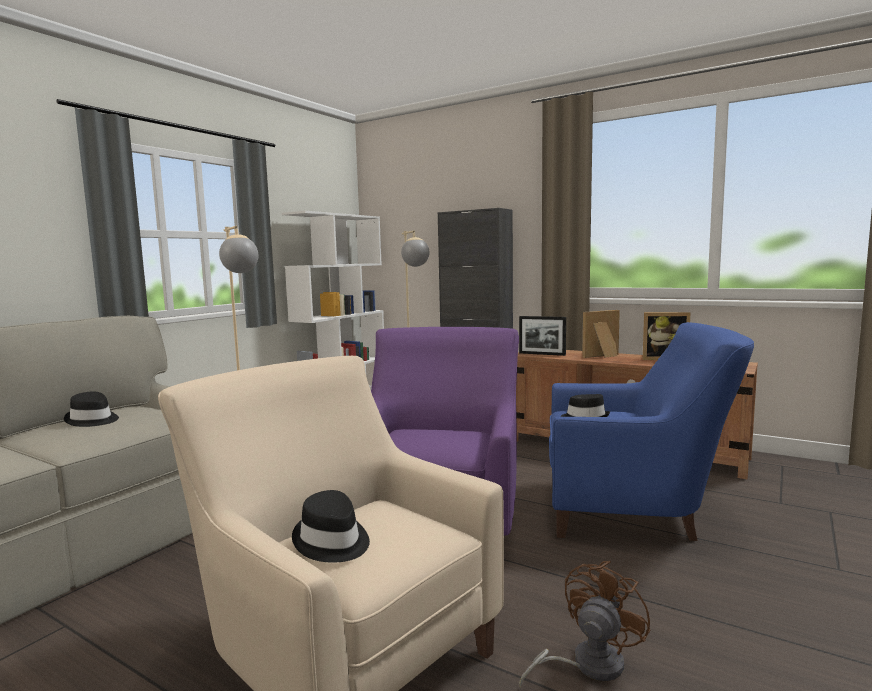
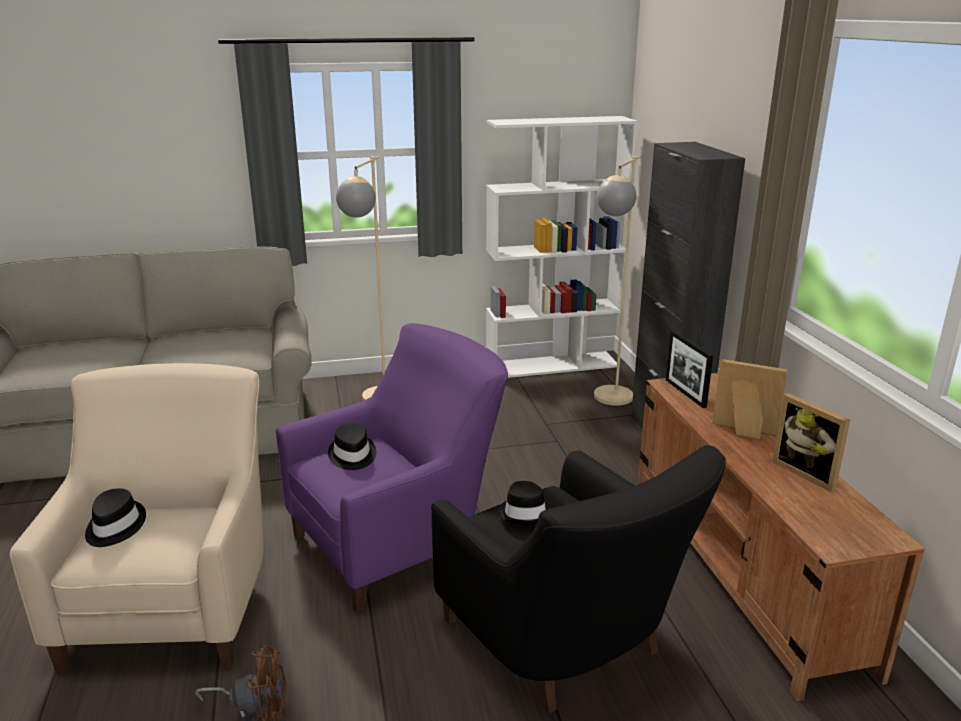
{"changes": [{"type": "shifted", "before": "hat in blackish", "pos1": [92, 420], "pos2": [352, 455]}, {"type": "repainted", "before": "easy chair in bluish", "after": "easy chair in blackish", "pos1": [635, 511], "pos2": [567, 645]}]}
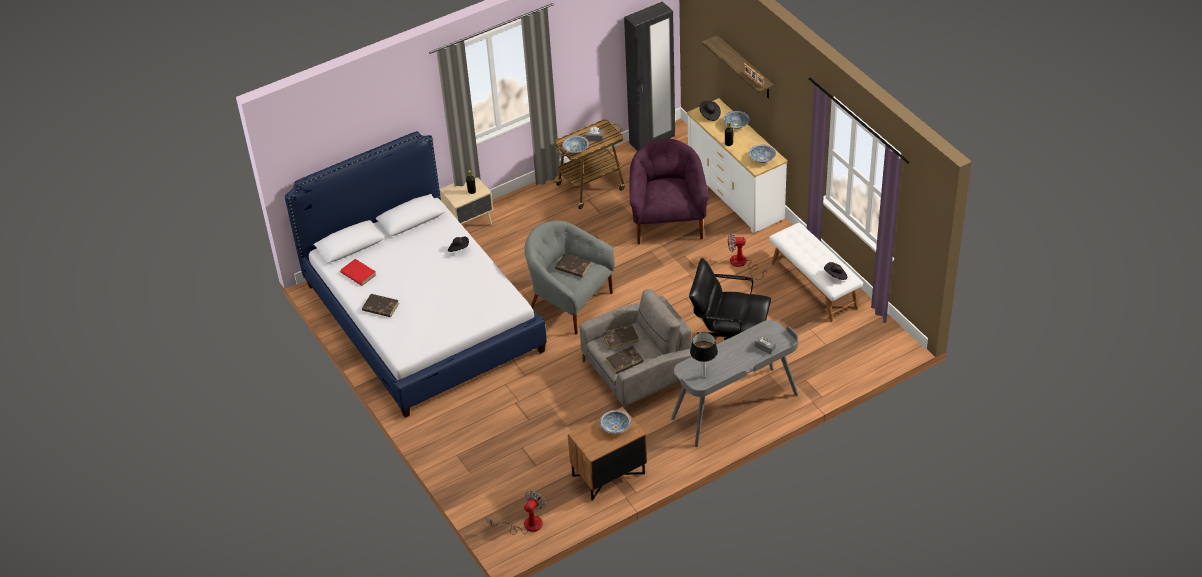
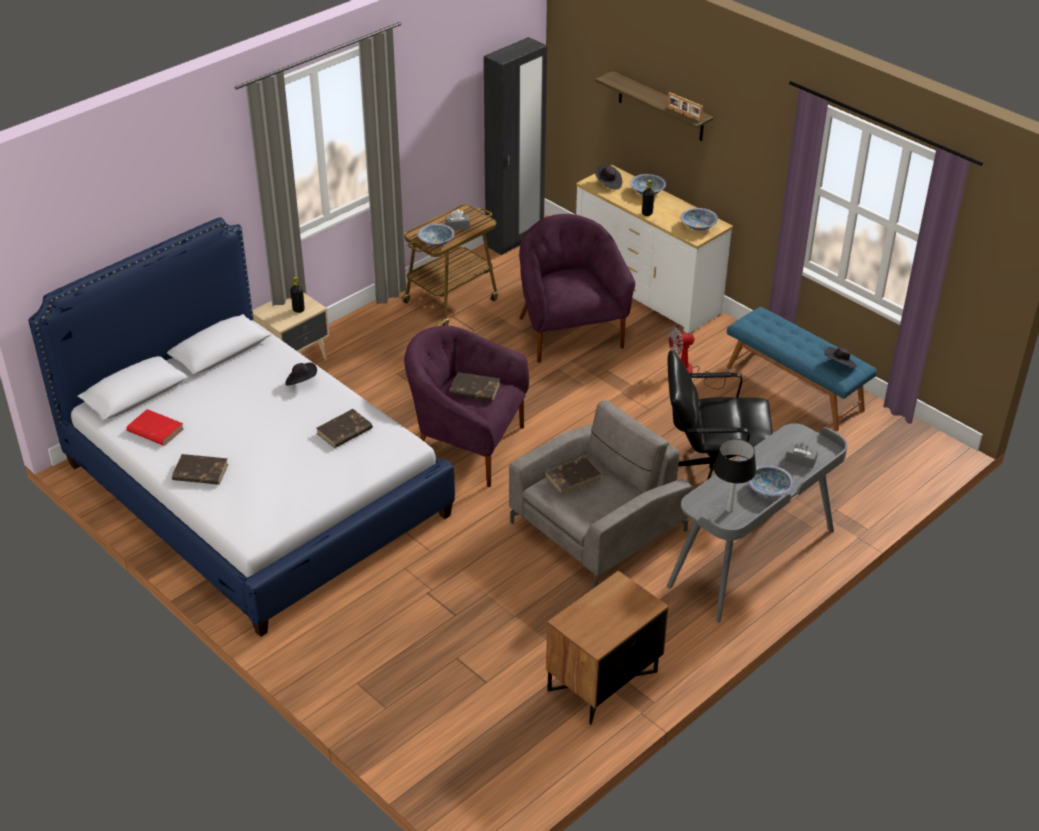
{"changes": [{"type": "gone", "before": "cooling fan", "pos1": [525, 525]}, {"type": "repainted", "before": "easy chair in grey", "after": "easy chair in purple", "pos1": [569, 302], "pos2": [466, 446]}, {"type": "shifted", "before": "bowl", "pos1": [615, 427], "pos2": [769, 489]}, {"type": "shifted", "before": "book in brownish", "pos1": [624, 362], "pos2": [344, 431]}, {"type": "repainted", "before": "bench in whitish", "after": "bench in bluish", "pos1": [814, 285], "pos2": [795, 388]}]}
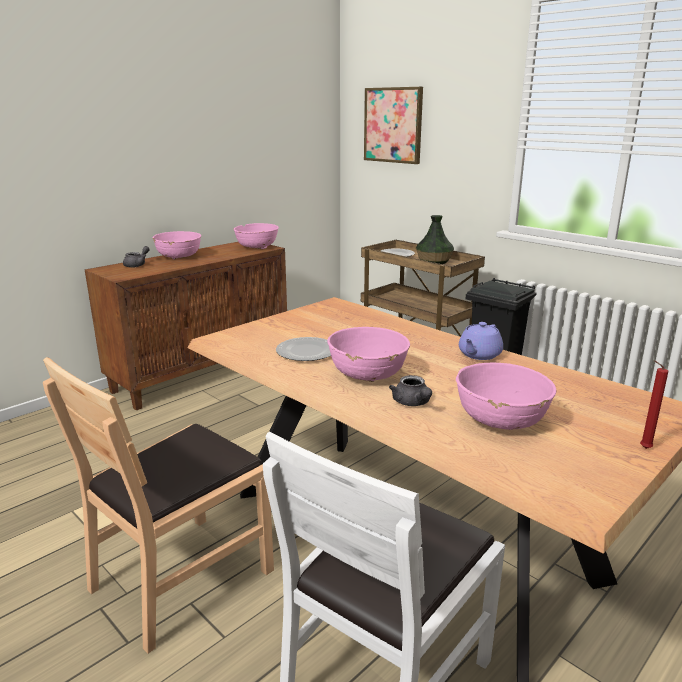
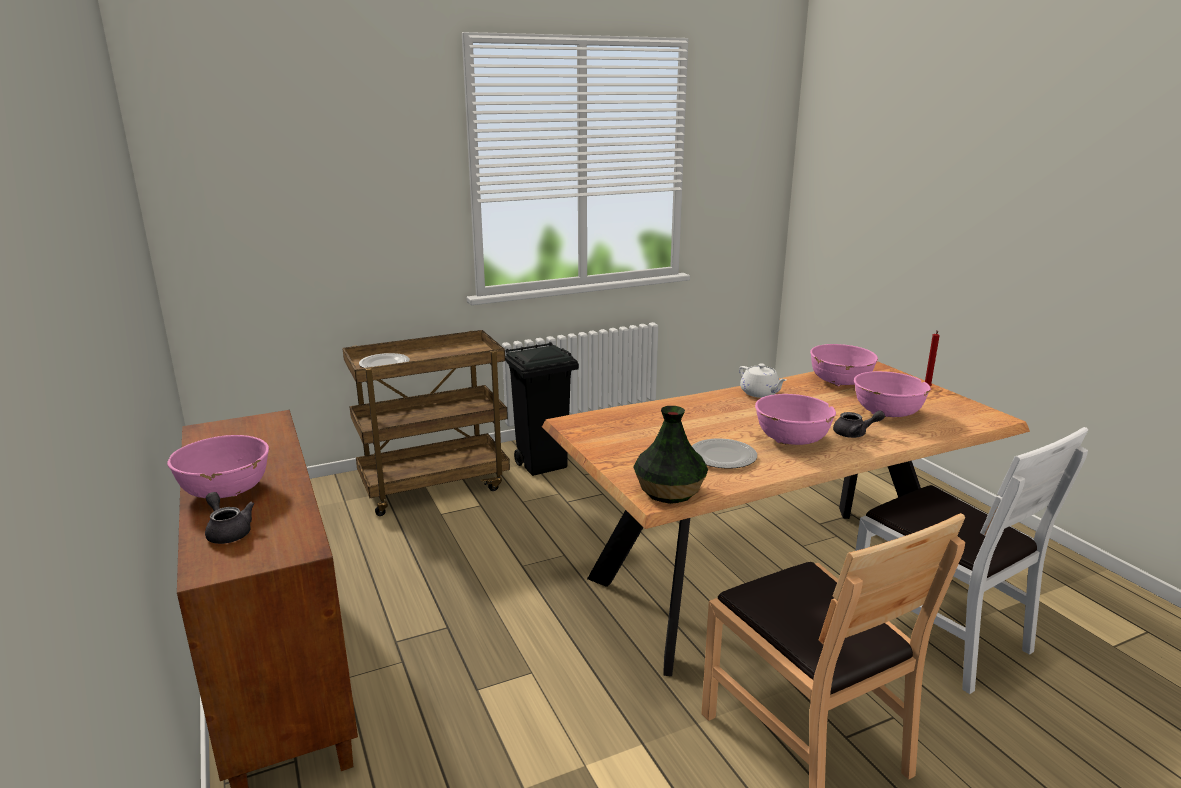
{"changes": [{"type": "shifted", "before": "bowl in pinkish", "pos1": [257, 247], "pos2": [840, 382]}, {"type": "gone", "before": "wall art", "pos1": [393, 125]}, {"type": "shifted", "before": "flower vase", "pos1": [434, 261], "pos2": [669, 491]}, {"type": "repainted", "before": "tea pot in purple", "after": "tea pot in whitish", "pos1": [479, 355], "pos2": [760, 393]}]}
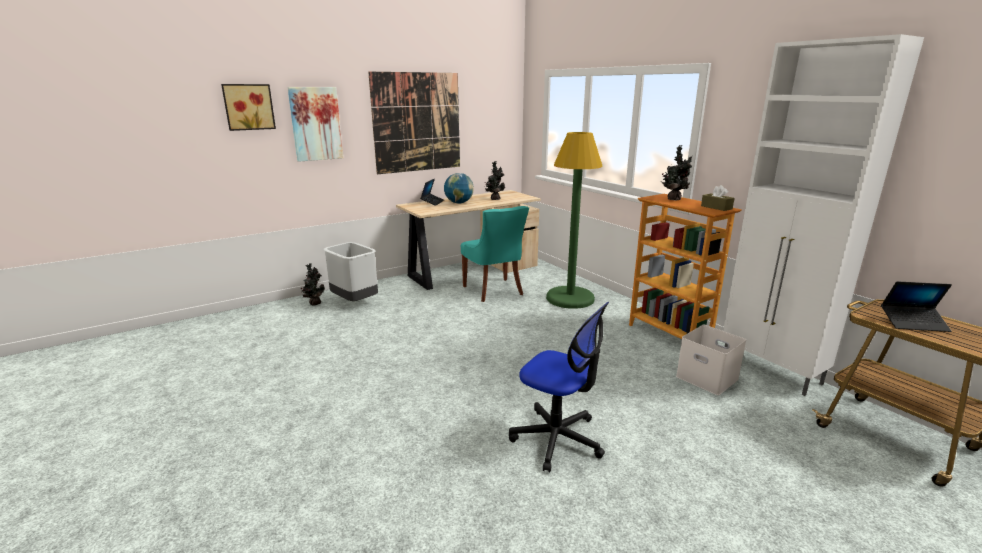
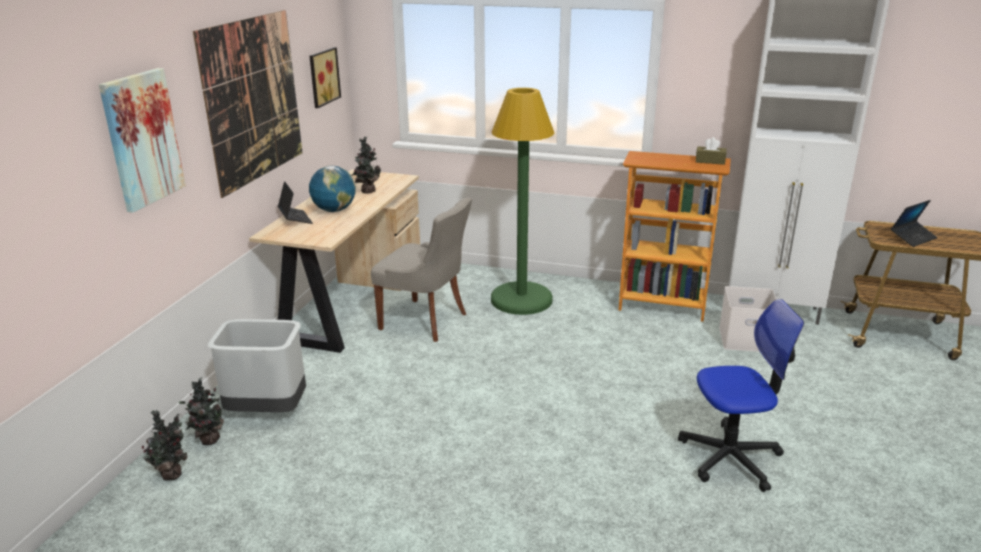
{"changes": [{"type": "shifted", "before": "wall art", "pos1": [248, 107], "pos2": [322, 77]}, {"type": "repainted", "before": "plain chair in blue-green", "after": "plain chair in grey", "pos1": [494, 291], "pos2": [426, 321]}, {"type": "shifted", "before": "plant in a pot", "pos1": [674, 199], "pos2": [172, 474]}]}
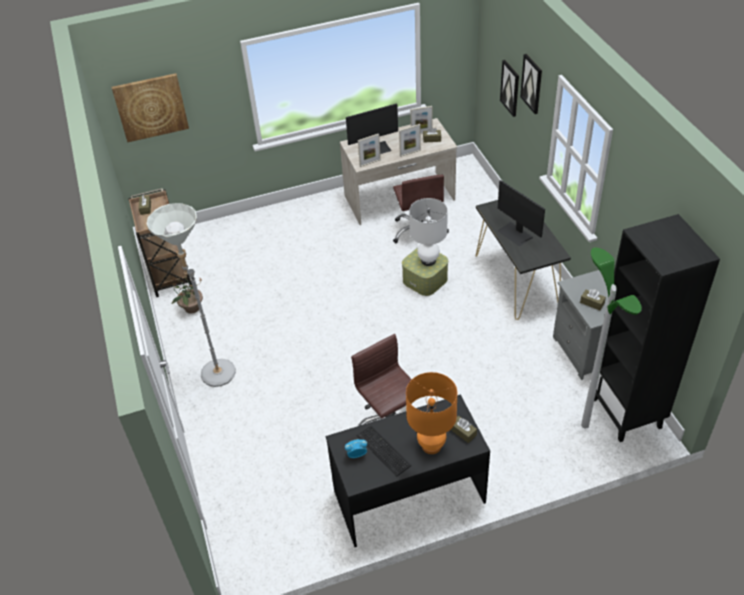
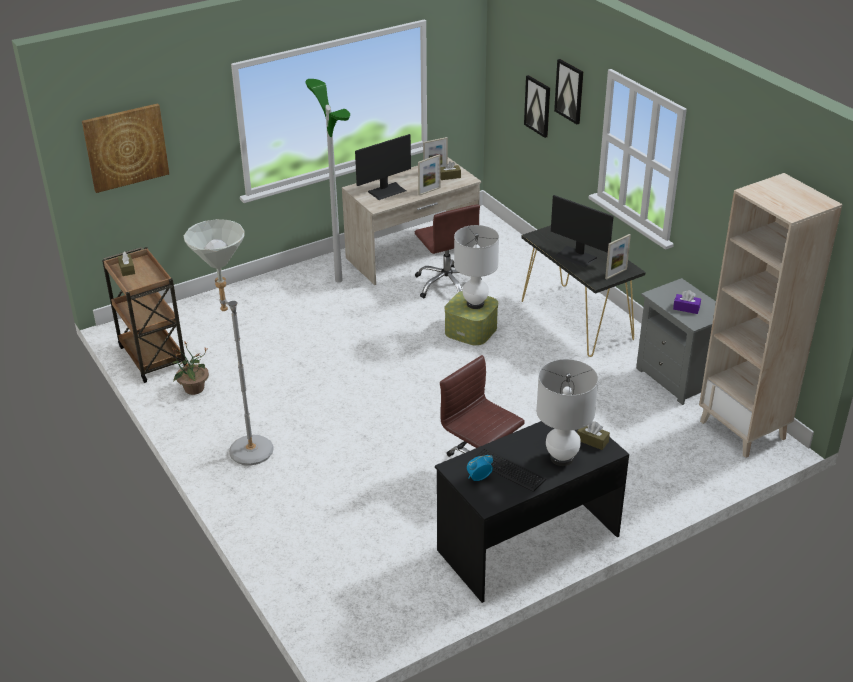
{"changes": [{"type": "shifted", "before": "standing frame", "pos1": [370, 163], "pos2": [616, 274]}, {"type": "repainted", "before": "tabletop lamp in orangey", "after": "tabletop lamp in whitish", "pos1": [431, 446], "pos2": [561, 458]}, {"type": "repainted", "before": "box of tissues in brownish", "after": "box of tissues in purple", "pos1": [592, 303], "pos2": [686, 308]}, {"type": "shifted", "before": "standard lamp", "pos1": [584, 425], "pos2": [338, 280]}, {"type": "repainted", "before": "bookcase in blackish", "after": "bookcase in sand-coloured", "pos1": [627, 413], "pos2": [743, 430]}]}
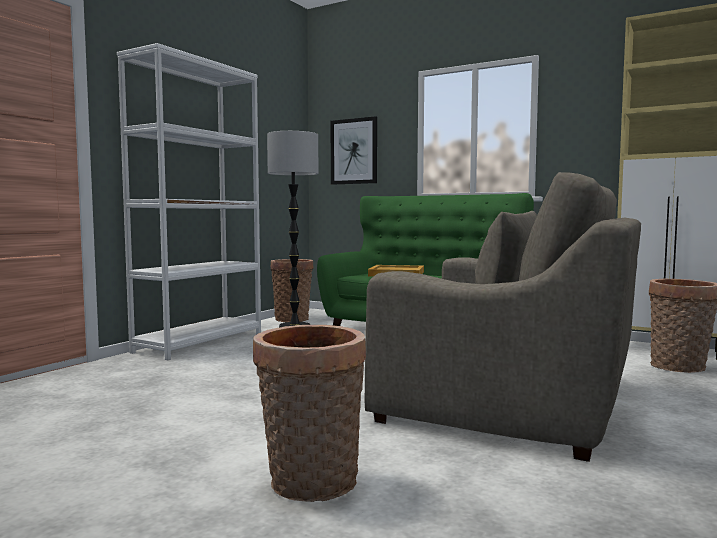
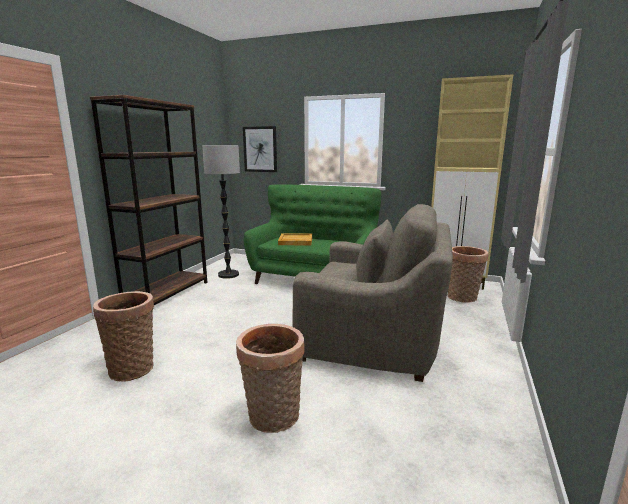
{"changes": [{"type": "repainted", "before": "bookcase in whitish", "after": "bookcase in brownish", "pos1": [200, 343], "pos2": [167, 294]}, {"type": "shifted", "before": "storage basket", "pos1": [292, 319], "pos2": [133, 367]}]}
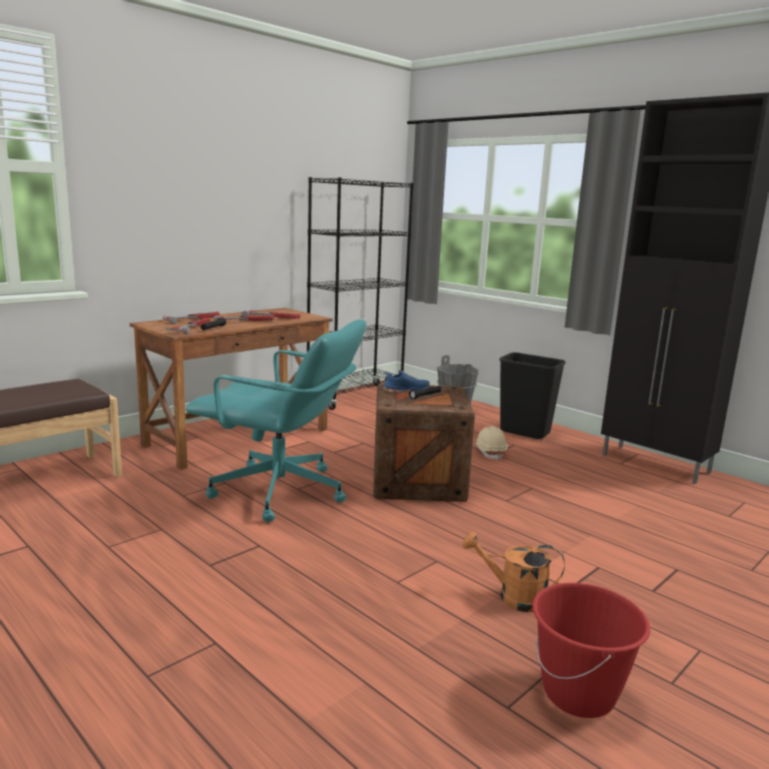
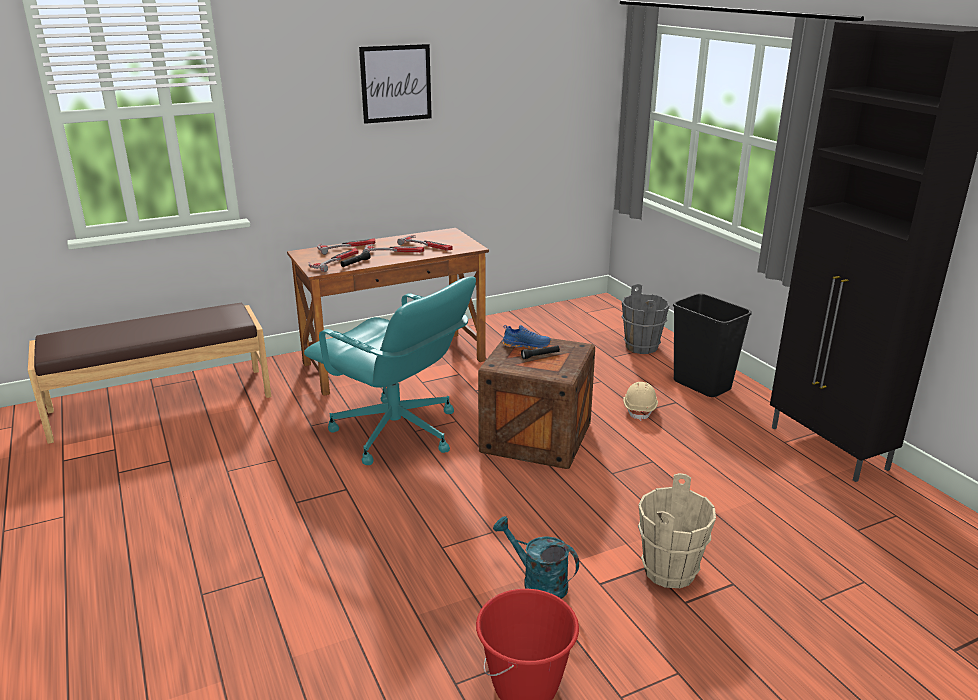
{"changes": [{"type": "gone", "before": "bookcase in blackish", "pos1": [355, 397]}, {"type": "repainted", "before": "watering can in orangey", "after": "watering can in blue-green", "pos1": [513, 597], "pos2": [537, 582]}, {"type": "new", "after": "wall art", "pos2": [396, 83]}, {"type": "new", "after": "water bucket in sand-coloured", "pos2": [670, 571]}]}
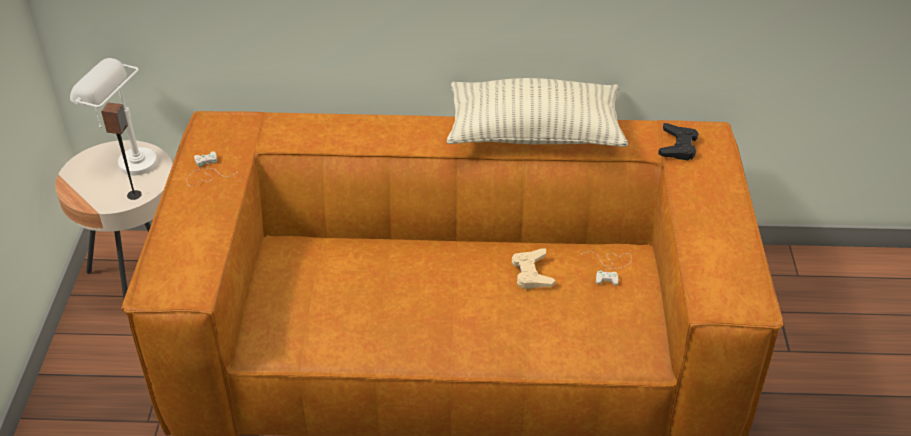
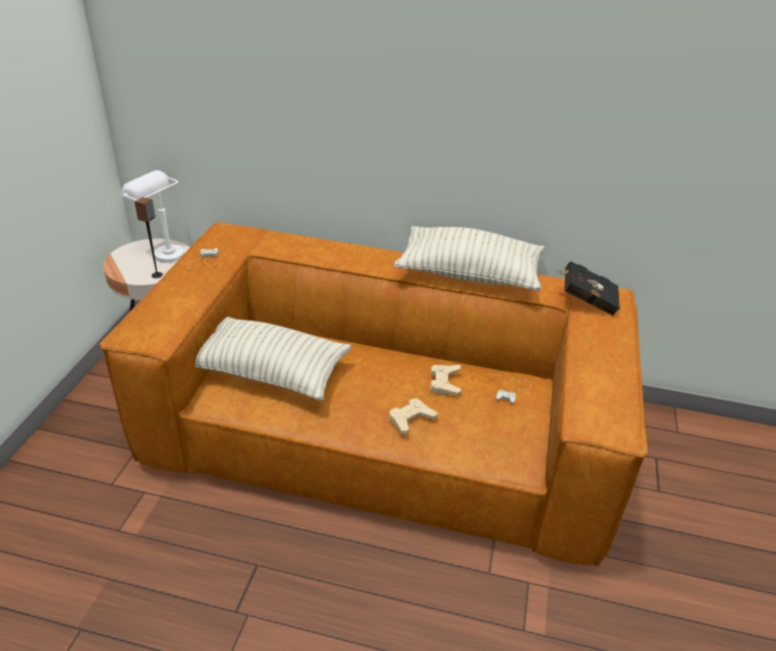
{"changes": [{"type": "swapped", "before": "game controller in blackish", "after": "book in blackish", "pos1": [678, 146], "pos2": [585, 300]}, {"type": "new", "after": "pillow", "pos2": [268, 372]}, {"type": "new", "after": "game controller in sand-coloured", "pos2": [411, 419]}]}
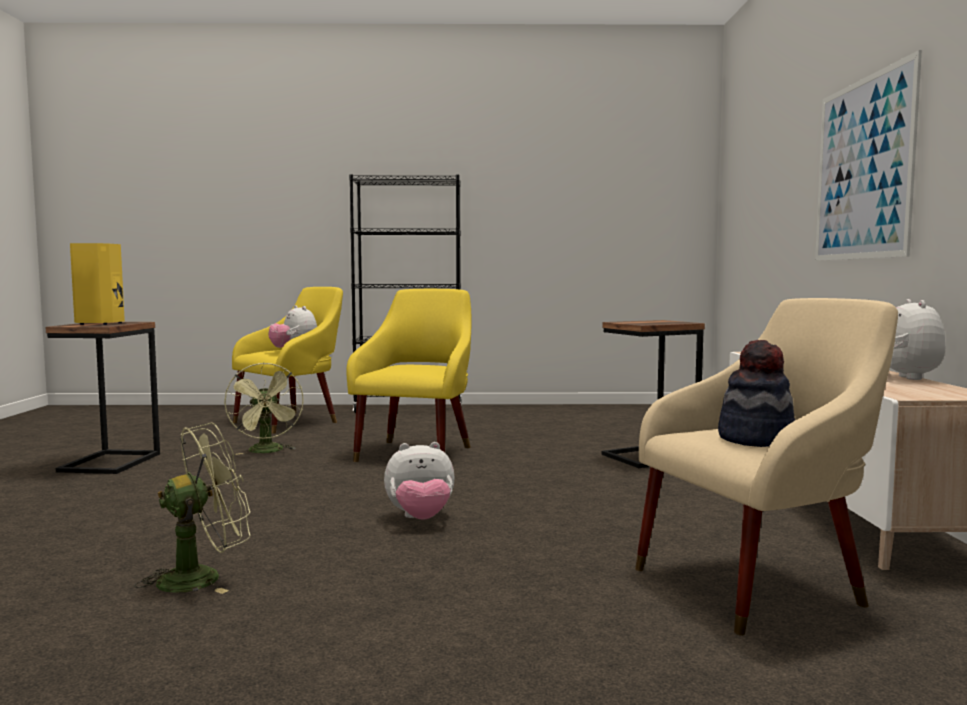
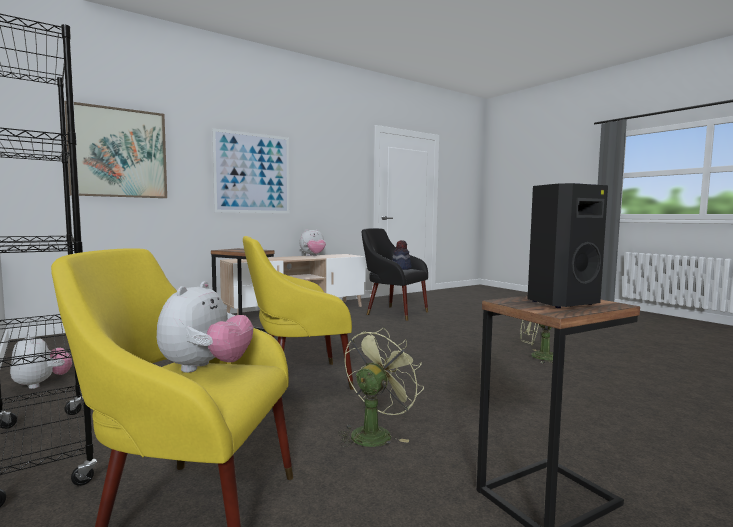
{"changes": [{"type": "repainted", "before": "loudspeaker in yellowish", "after": "loudspeaker in blackish", "pos1": [102, 323], "pos2": [560, 303]}, {"type": "shifted", "before": "soft toy", "pos1": [420, 519], "pos2": [41, 384]}, {"type": "repainted", "before": "easy chair in sand-coloured", "after": "easy chair in blackish", "pos1": [757, 583], "pos2": [393, 312]}, {"type": "new", "after": "wall art", "pos2": [118, 153]}]}
